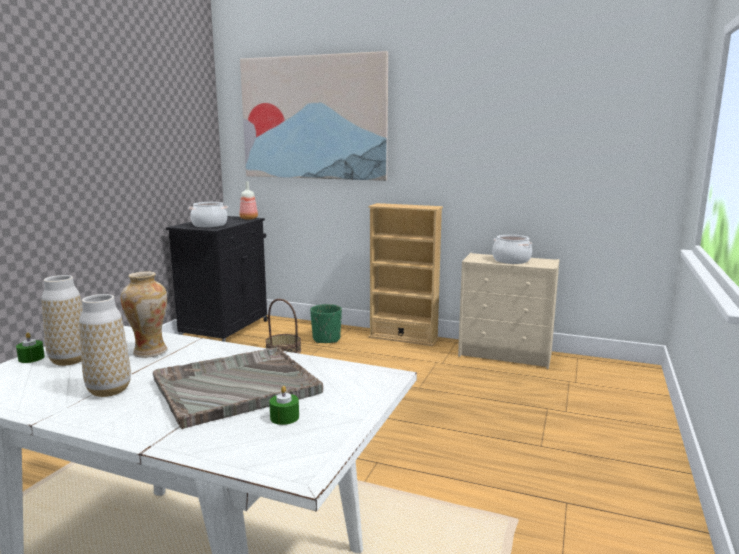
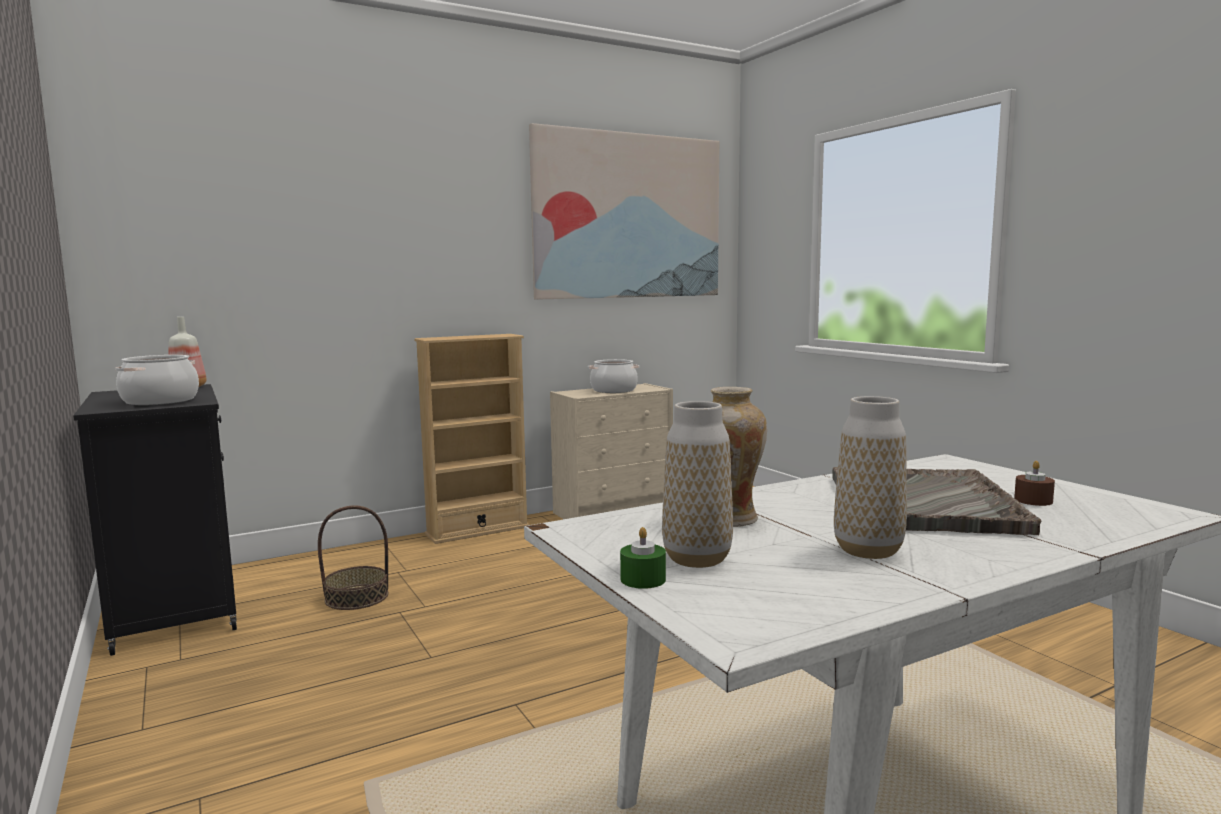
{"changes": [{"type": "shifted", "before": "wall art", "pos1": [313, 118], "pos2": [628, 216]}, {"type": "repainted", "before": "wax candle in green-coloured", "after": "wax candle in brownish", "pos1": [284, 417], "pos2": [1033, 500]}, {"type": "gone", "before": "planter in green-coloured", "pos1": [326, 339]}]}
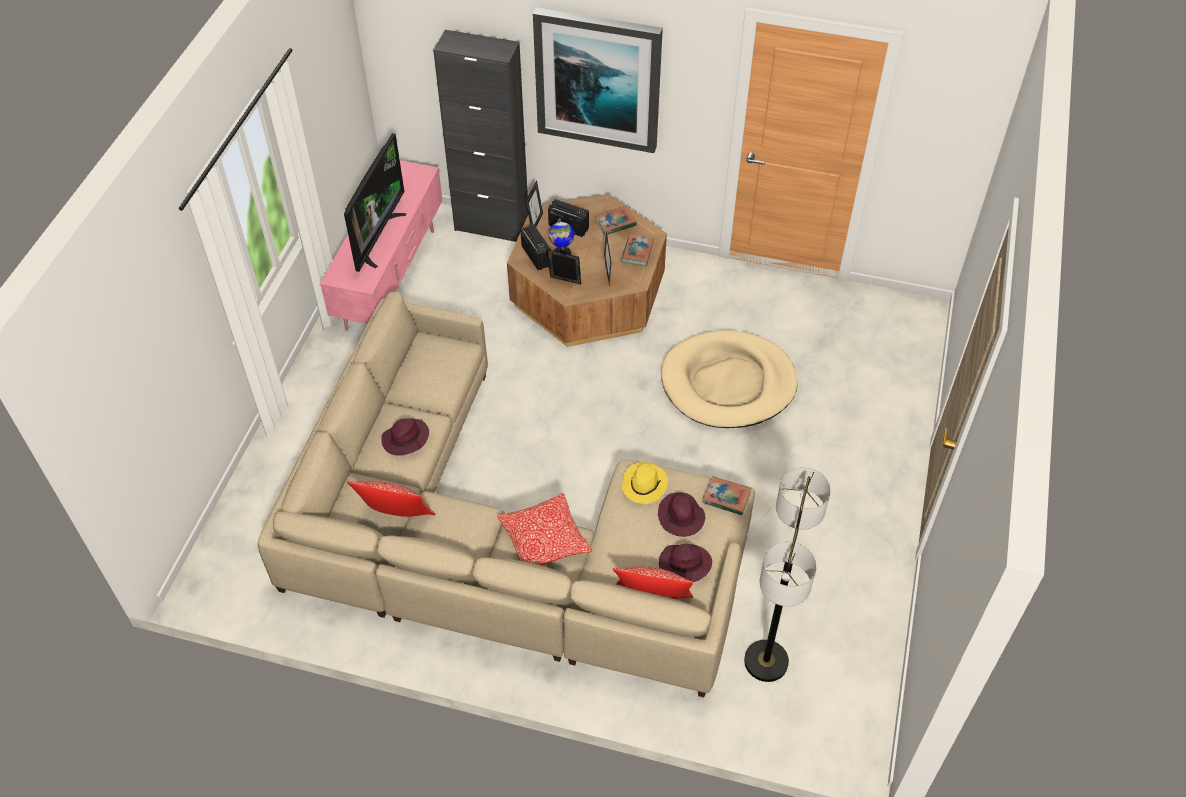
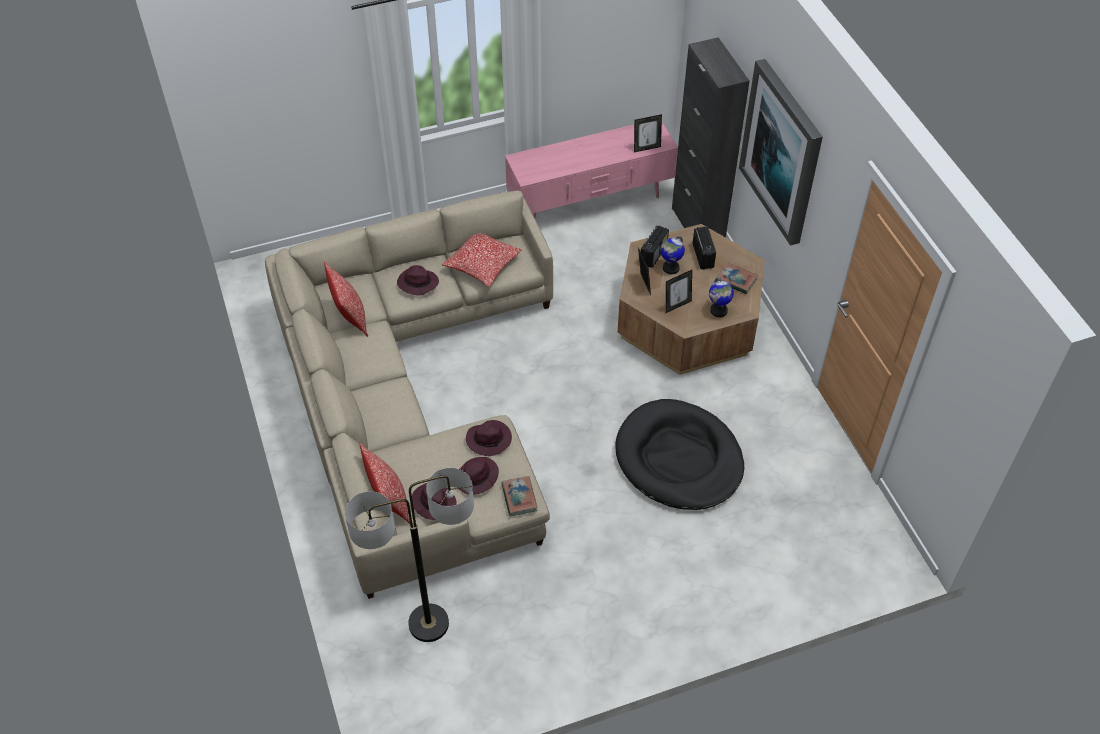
{"changes": [{"type": "gone", "before": "TV", "pos1": [377, 237]}, {"type": "shifted", "before": "pillow", "pos1": [544, 541], "pos2": [482, 264]}, {"type": "shifted", "before": "standing frame", "pos1": [535, 222], "pos2": [646, 148]}, {"type": "swapped", "before": "book", "after": "globe", "pos1": [637, 252], "pos2": [718, 311]}, {"type": "repainted", "before": "hat in yellowish", "after": "hat in purple", "pos1": [644, 484], "pos2": [489, 439]}, {"type": "repainted", "before": "dog bed in sand-coloured", "after": "dog bed in blackish", "pos1": [728, 383], "pos2": [679, 459]}]}
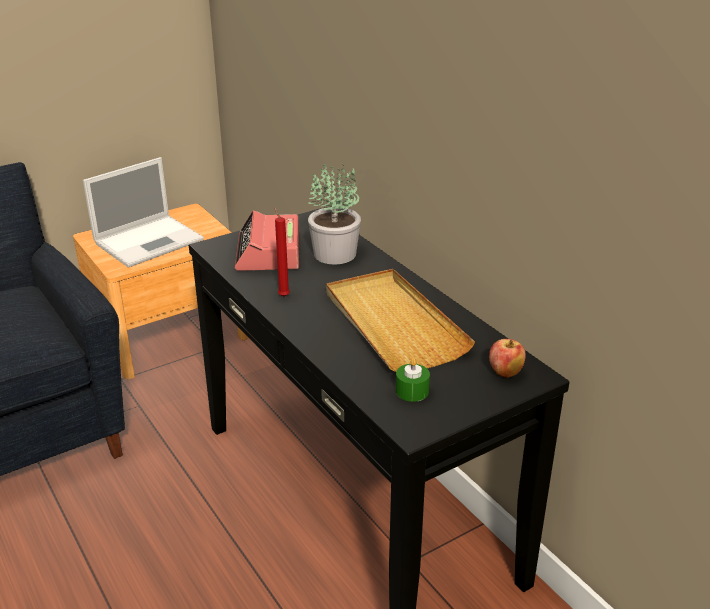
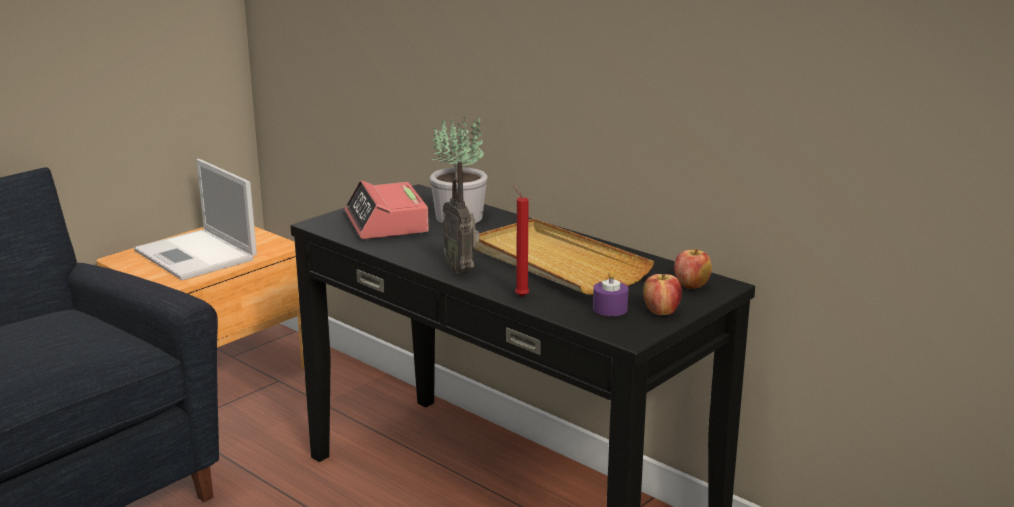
{"changes": [{"type": "rotated", "before": "notebook computer", "pos1": [150, 241], "pos2": [197, 256], "turn": 105}, {"type": "shifted", "before": "wax candle in red", "pos1": [283, 295], "pos2": [520, 296]}, {"type": "repainted", "before": "wax candle in green-coloured", "after": "wax candle in purple", "pos1": [412, 391], "pos2": [610, 308]}, {"type": "new", "after": "radio set", "pos2": [461, 270]}, {"type": "new", "after": "whole apple", "pos2": [661, 312]}]}
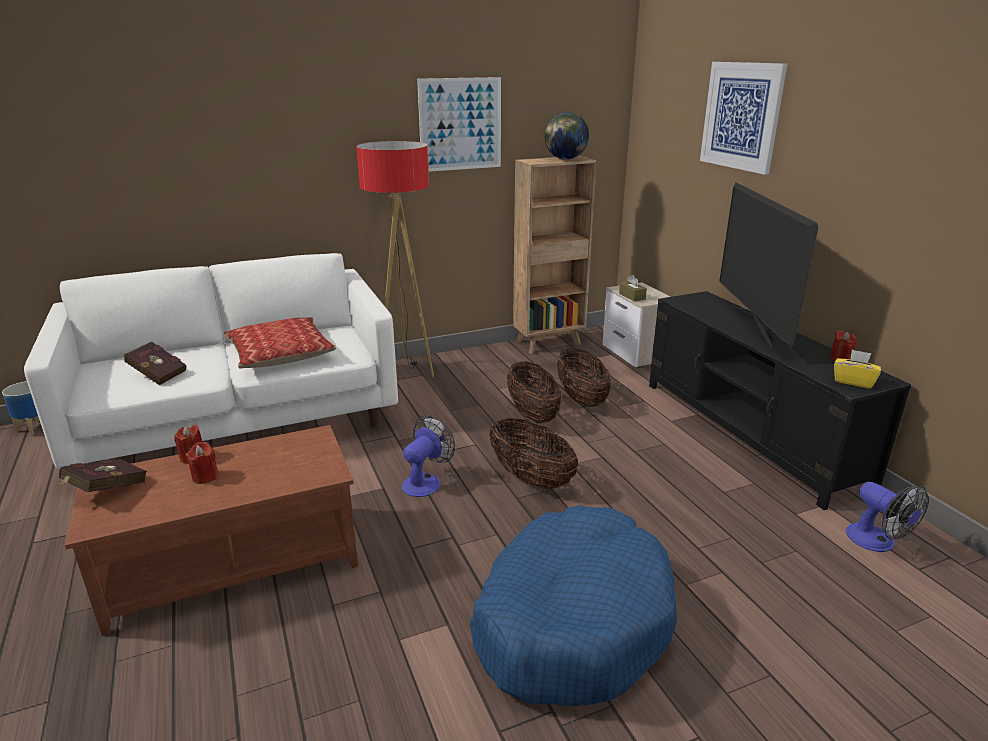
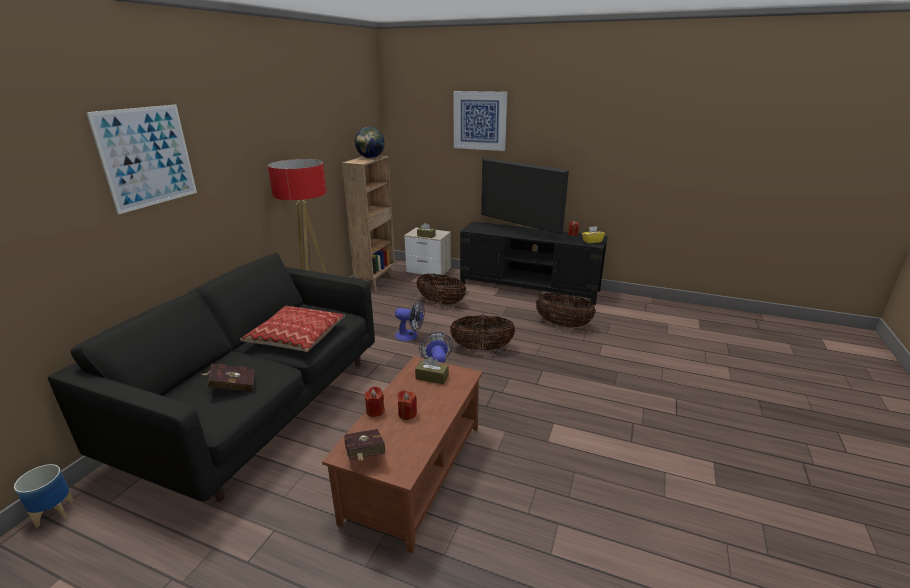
{"changes": [{"type": "repainted", "before": "sofa in whitish", "after": "sofa in blackish", "pos1": [240, 421], "pos2": [257, 408]}, {"type": "shifted", "before": "wall art", "pos1": [460, 124], "pos2": [147, 157]}, {"type": "gone", "before": "dog bed in bluish", "pos1": [572, 620]}, {"type": "shifted", "before": "storage basket", "pos1": [532, 414], "pos2": [563, 324]}, {"type": "shifted", "before": "cooling fan", "pos1": [877, 542], "pos2": [410, 336]}, {"type": "new", "after": "box of tissues in brownish", "pos2": [432, 377]}]}
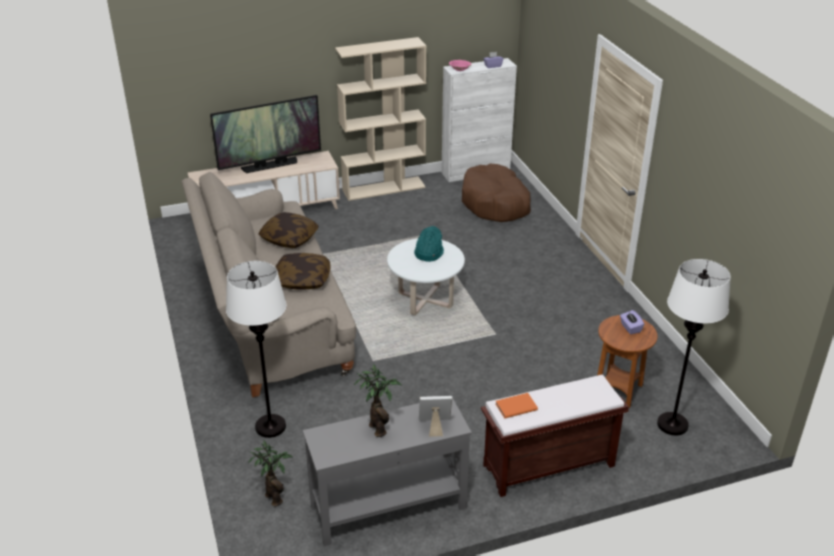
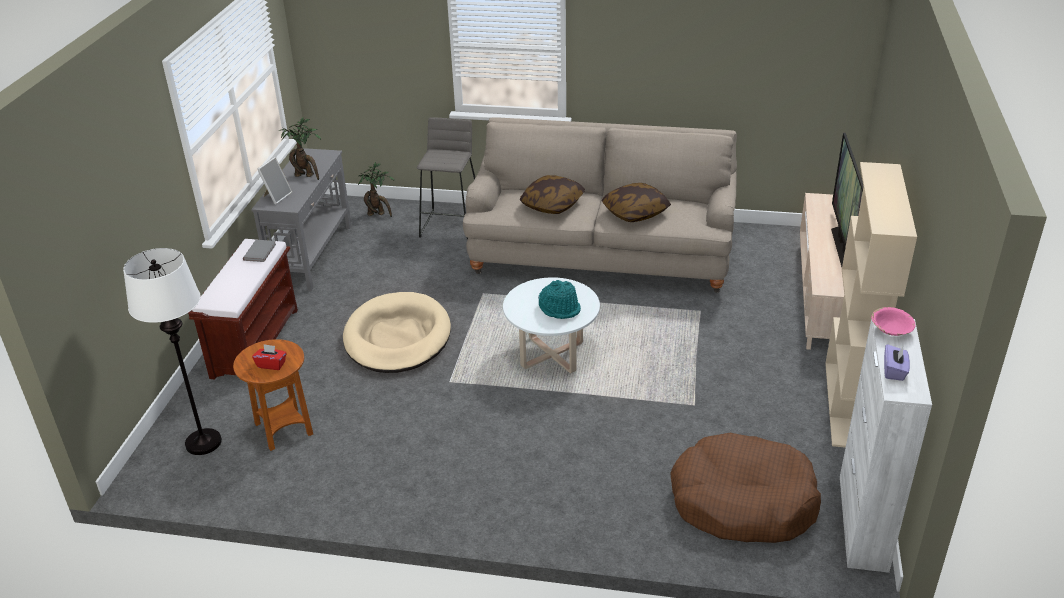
{"changes": [{"type": "swapped", "before": "standard lamp in whitish", "after": "sitting stool in grey", "pos1": [270, 426], "pos2": [451, 226]}, {"type": "repainted", "before": "book in orangey", "after": "book in grey", "pos1": [515, 406], "pos2": [261, 252]}, {"type": "repainted", "before": "box of tissues in purple", "after": "box of tissues in red", "pos1": [630, 328], "pos2": [271, 364]}, {"type": "new", "after": "dog bed in sand-coloured", "pos2": [397, 337]}]}
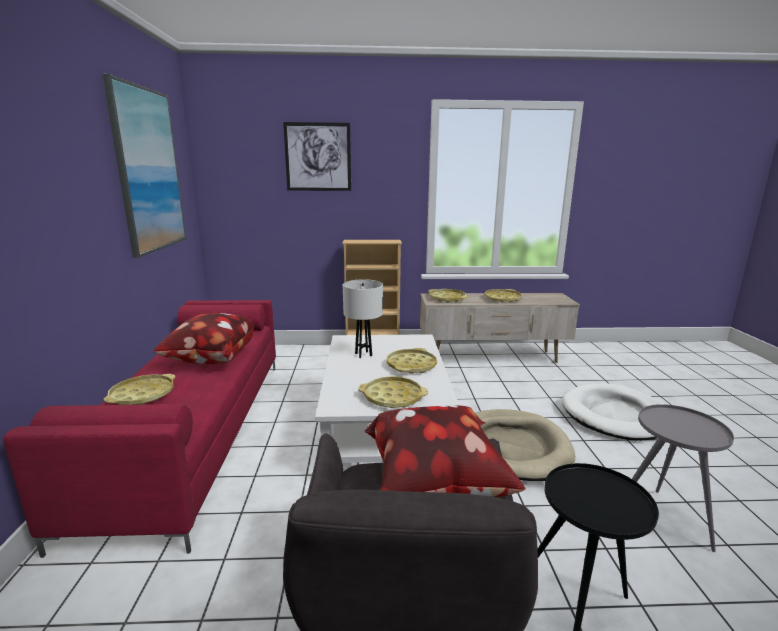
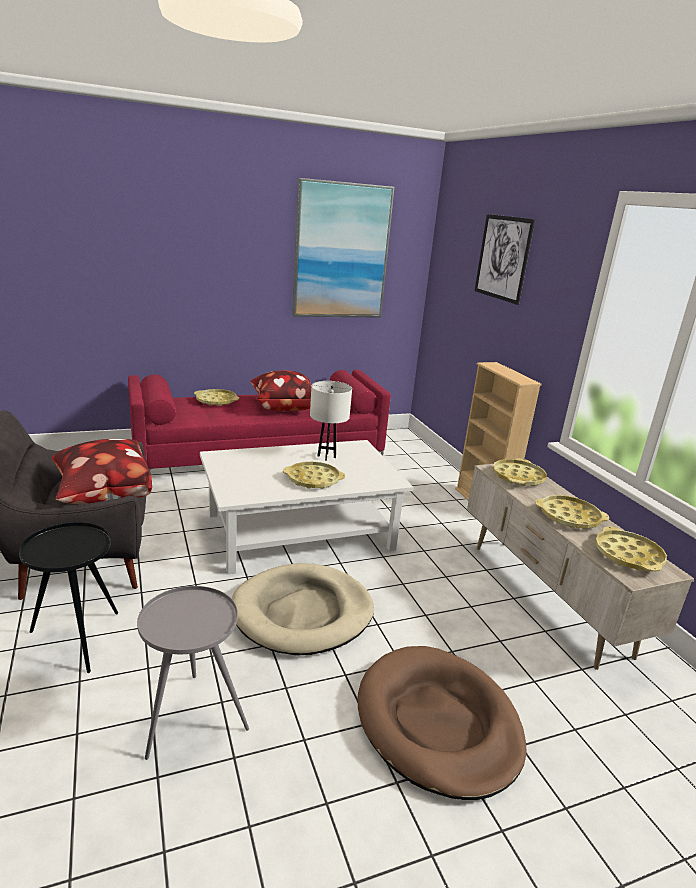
{"changes": [{"type": "shifted", "before": "tray in yellowish", "pos1": [393, 397], "pos2": [628, 555]}, {"type": "repainted", "before": "dog bed in whitish", "after": "dog bed in brownish", "pos1": [617, 416], "pos2": [438, 723]}]}
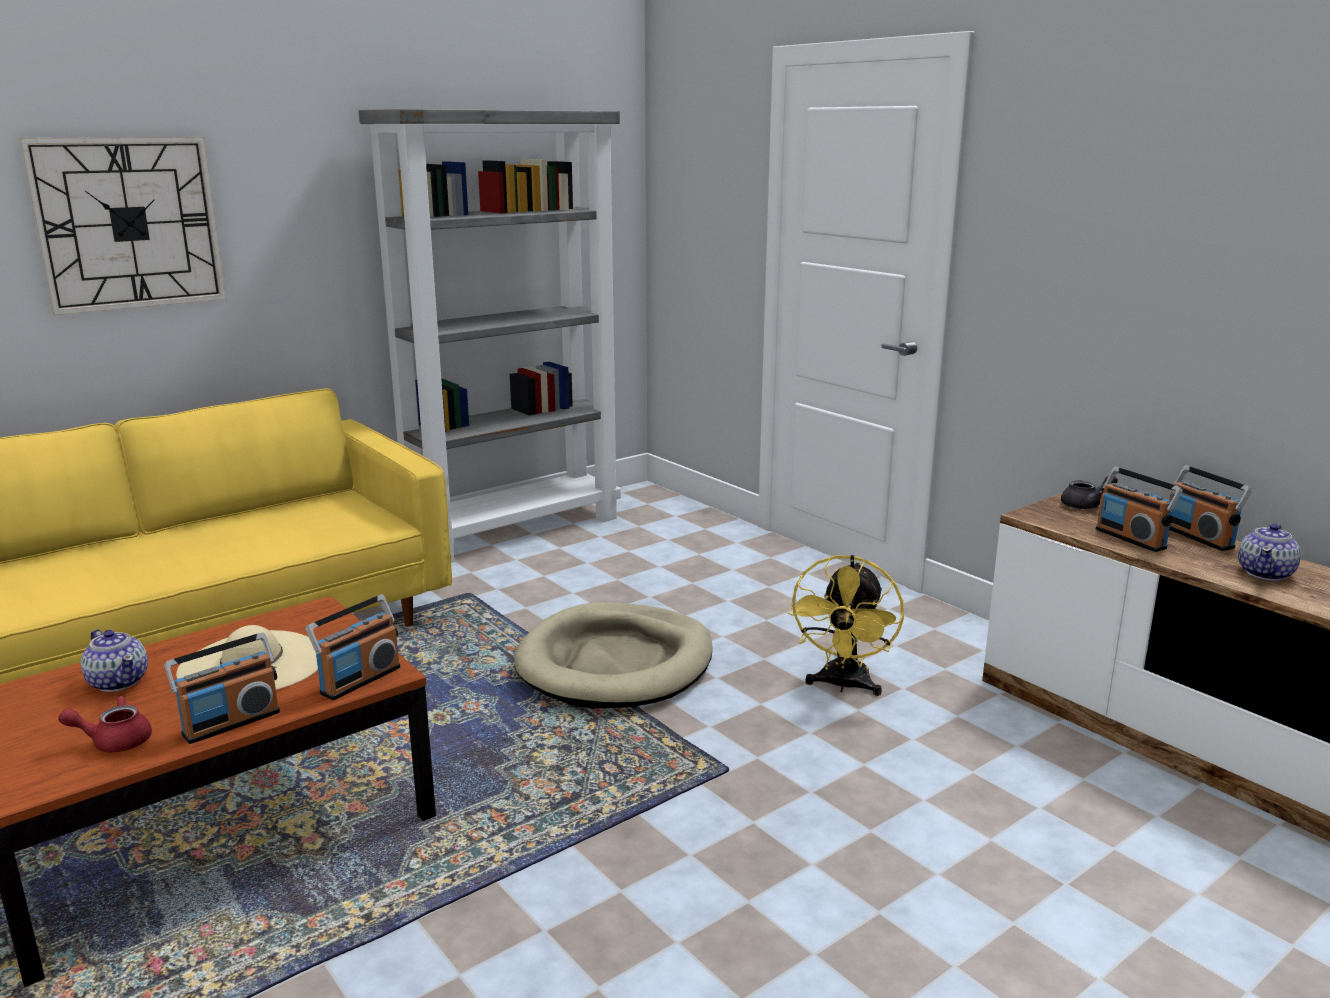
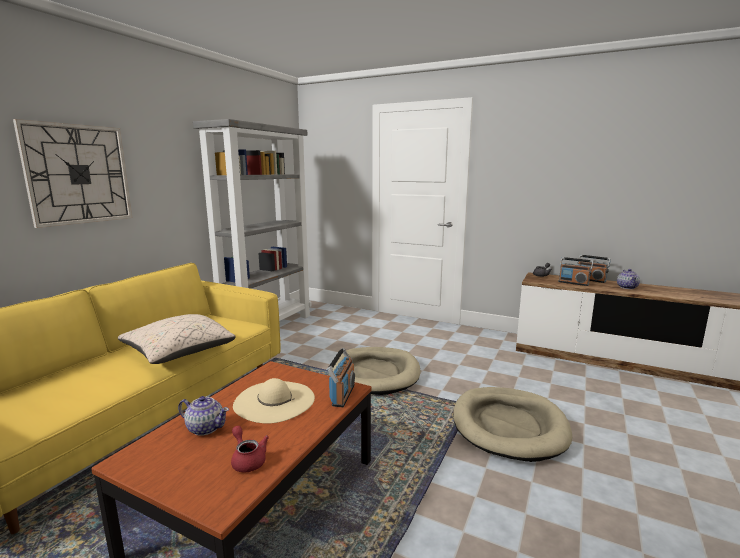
{"changes": [{"type": "rotated", "before": "tea pot in red", "pos1": [114, 741], "pos2": [248, 460], "turn": 90}, {"type": "gone", "before": "radio set", "pos1": [231, 723]}, {"type": "gone", "before": "cooling fan in yellowish", "pos1": [843, 685]}, {"type": "new", "after": "pillow in sand-coloured", "pos2": [179, 353]}, {"type": "new", "after": "dog bed in sand-coloured", "pos2": [509, 426]}]}
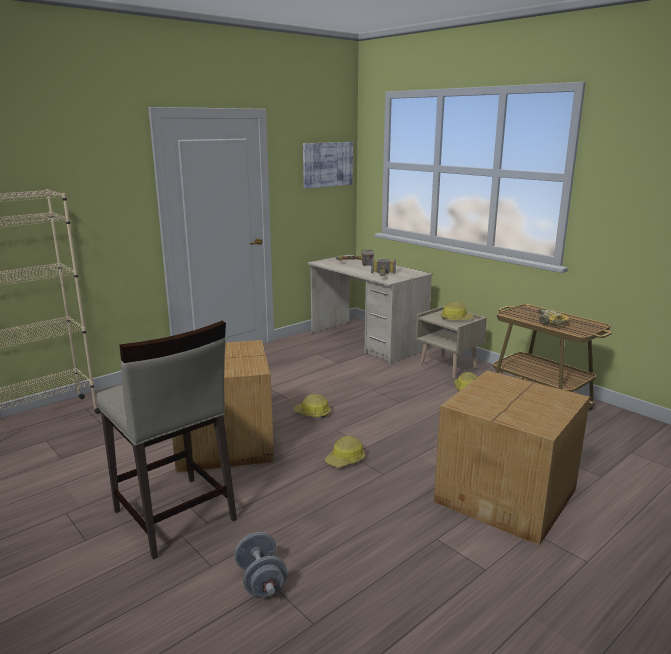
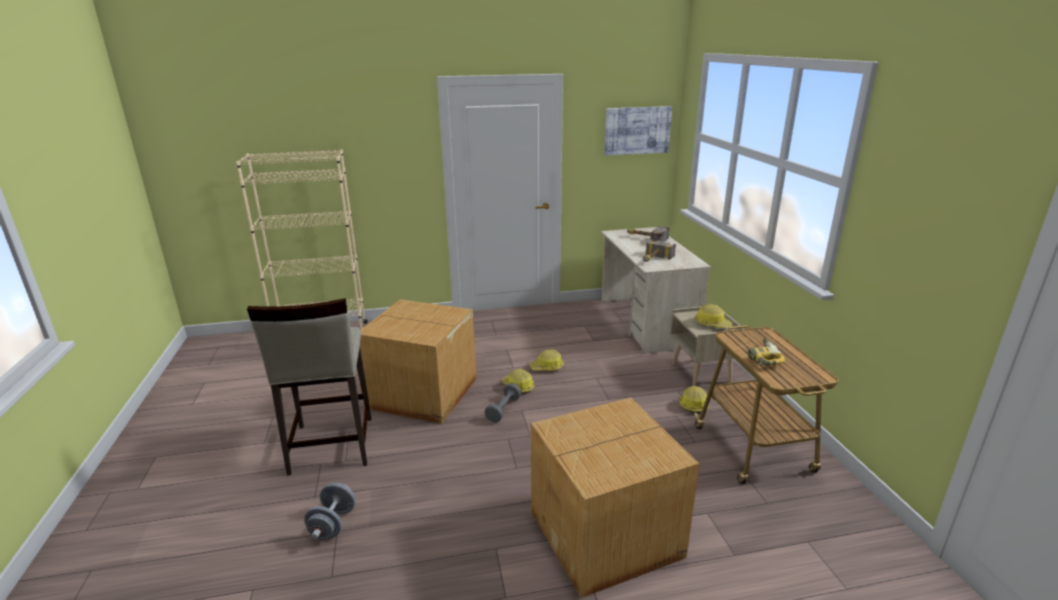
{"changes": [{"type": "shifted", "before": "hard hat", "pos1": [346, 459], "pos2": [547, 367]}, {"type": "new", "after": "dumbbell in grey", "pos2": [503, 409]}]}
